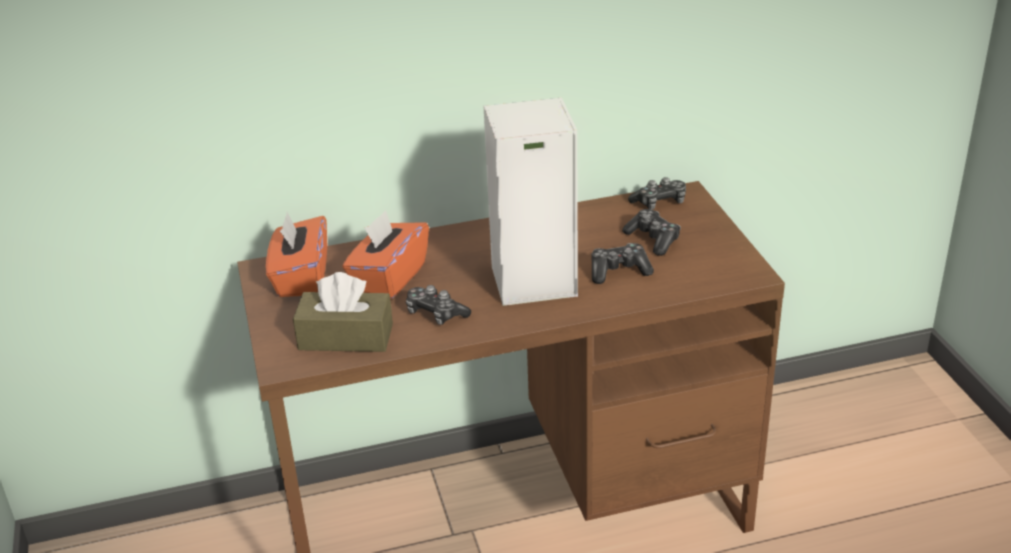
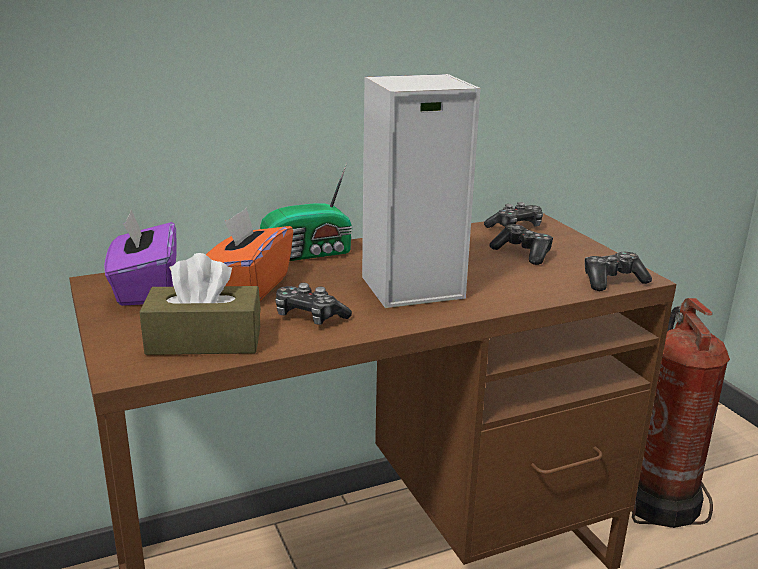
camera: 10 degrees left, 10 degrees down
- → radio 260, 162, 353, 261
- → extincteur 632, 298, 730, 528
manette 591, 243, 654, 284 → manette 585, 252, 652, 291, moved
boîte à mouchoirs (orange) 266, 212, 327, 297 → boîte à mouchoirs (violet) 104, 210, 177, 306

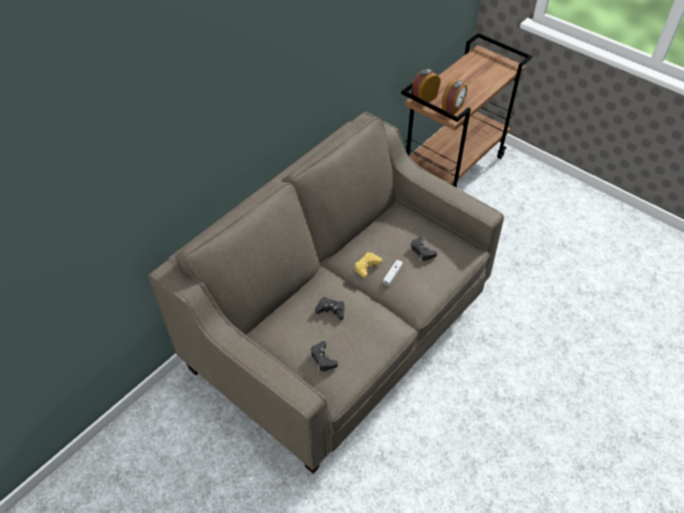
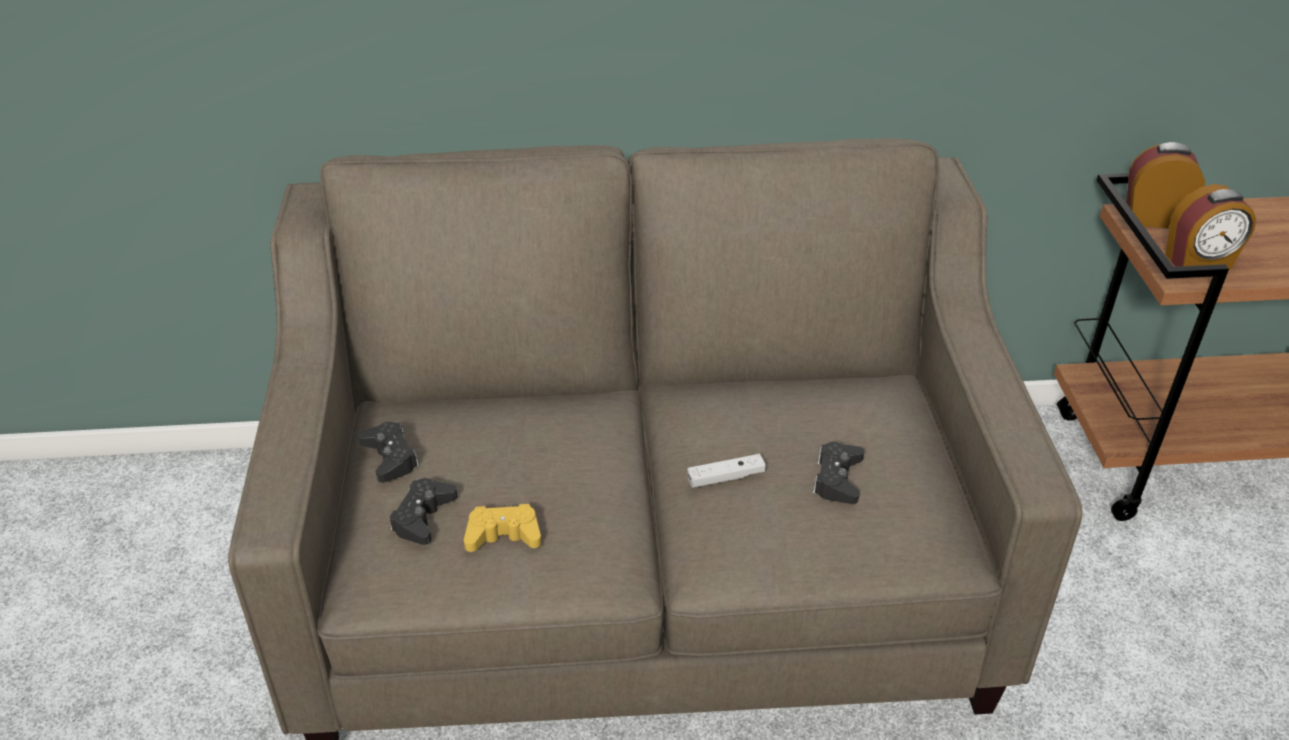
camera: 45 degrees right, 10 degrees down
manette (noir) 315, 297, 345, 320 → manette (noir) 358, 422, 419, 483, moved
manette (jaune) 354, 252, 382, 278 → manette (jaune) 464, 504, 541, 552, moved

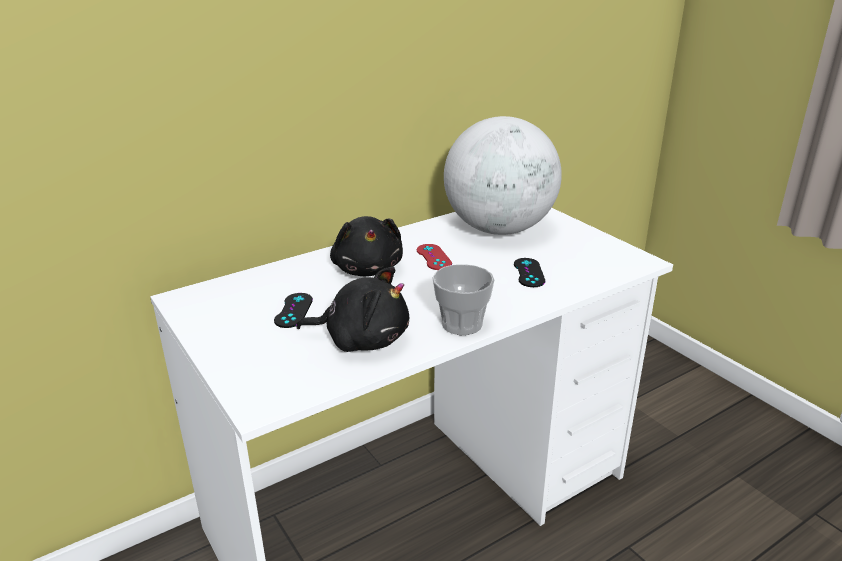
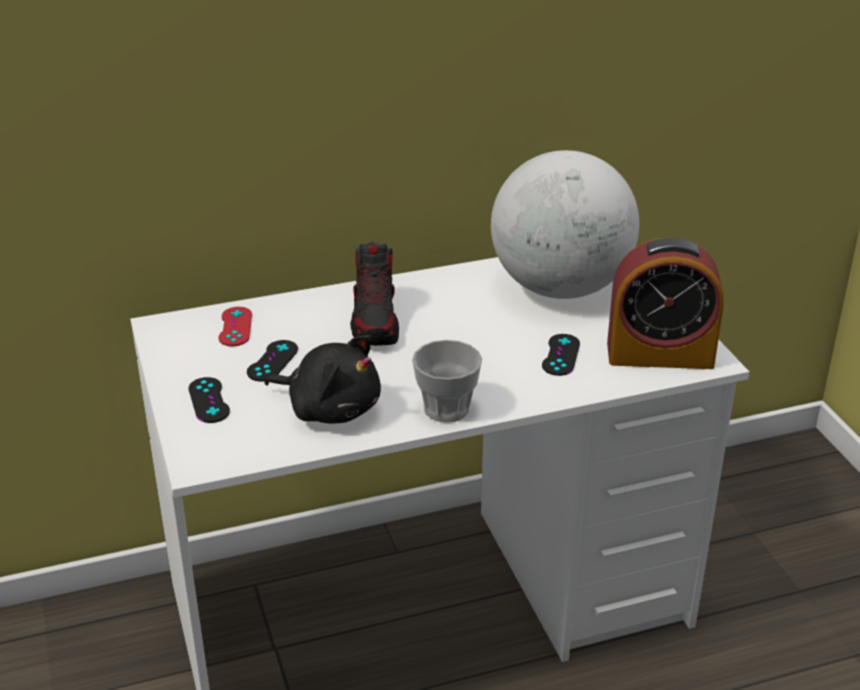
camera: 15 degrees right, 5 degrees up
- → manette (noir) 189, 377, 230, 423
- → réveil 607, 237, 724, 369
manette (rouge) 417, 244, 452, 270 → manette (rouge) 218, 307, 252, 346, moved
peluche (noir) 330, 216, 403, 277 → chaussure 350, 241, 399, 346

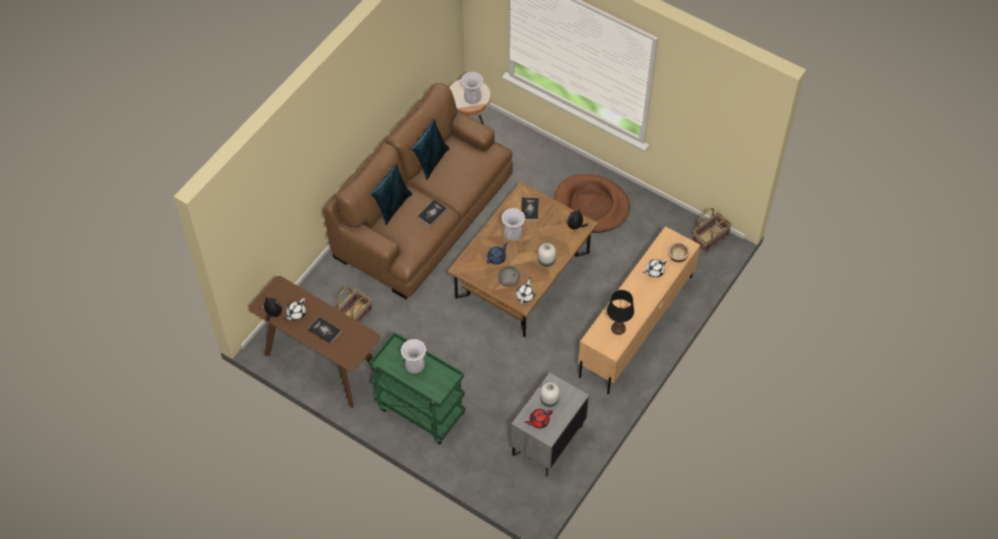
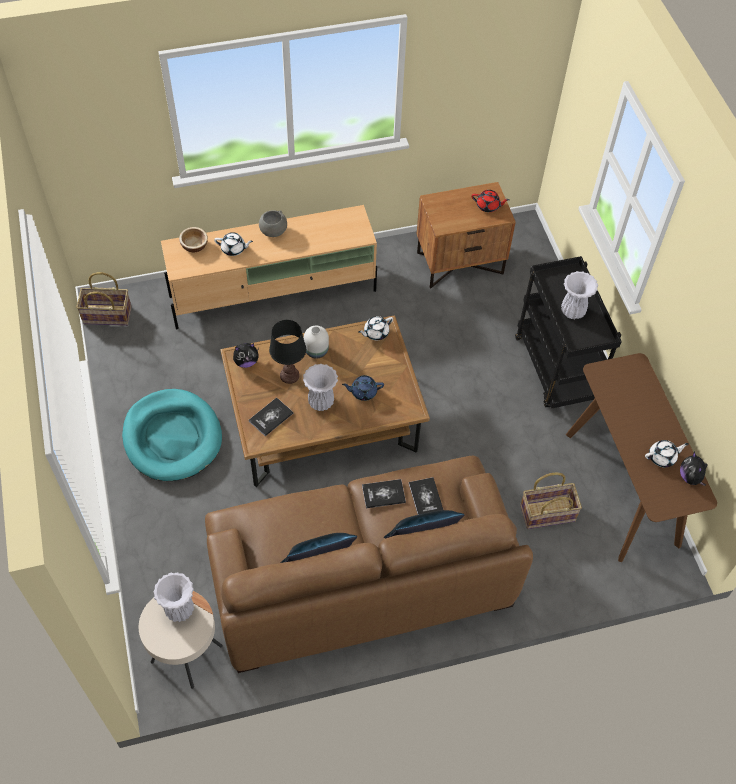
camera: 140 degrees left, 0 degrees up
vase (blanc) 540, 382, 560, 407 → -
livre 308, 317, 341, 344 → livre 409, 477, 443, 515, moved
bol (gris) 498, 266, 520, 287 → bol (gris) 259, 210, 287, 237, moved
lampe de table (noir) 607, 290, 634, 335 → lampe de table (noir) 269, 320, 306, 384, moved
chariot (vert) 369, 332, 465, 445 → chariot (noir) 515, 256, 622, 408
table de chevet (gris) 511, 373, 589, 476 → table de chevet (marron) 417, 182, 516, 288
panier pour chien (marron) 554, 174, 630, 233 → panier pour chien (turquoise) 122, 389, 222, 481

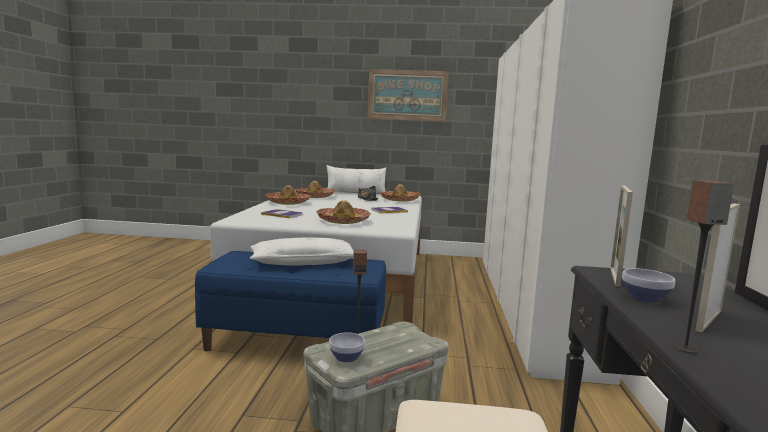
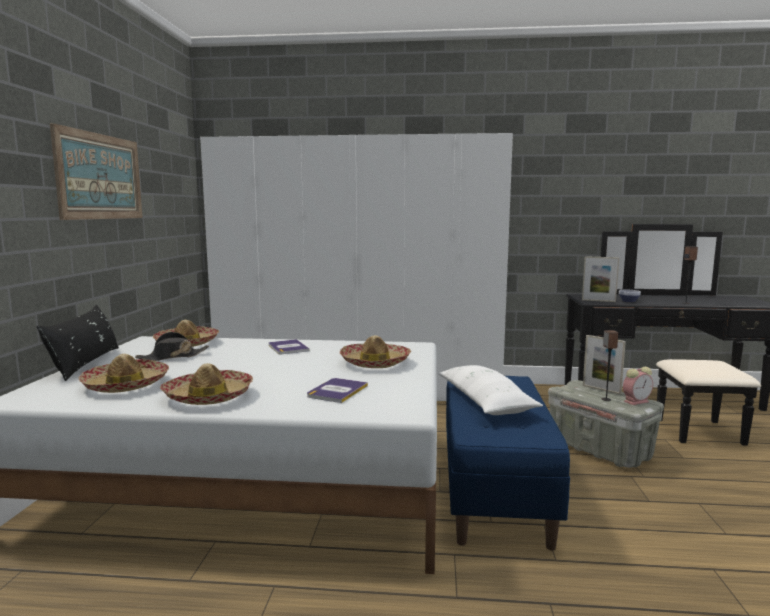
camera: 90 degrees left, 0 degrees up
cadre photo 695, 203, 740, 333 → cadre photo 583, 335, 626, 395, moved
bol 329, 333, 365, 362 → réveil 623, 367, 653, 405
coussin (blanc) 327, 165, 386, 193 → coussin (noir) 37, 305, 119, 381

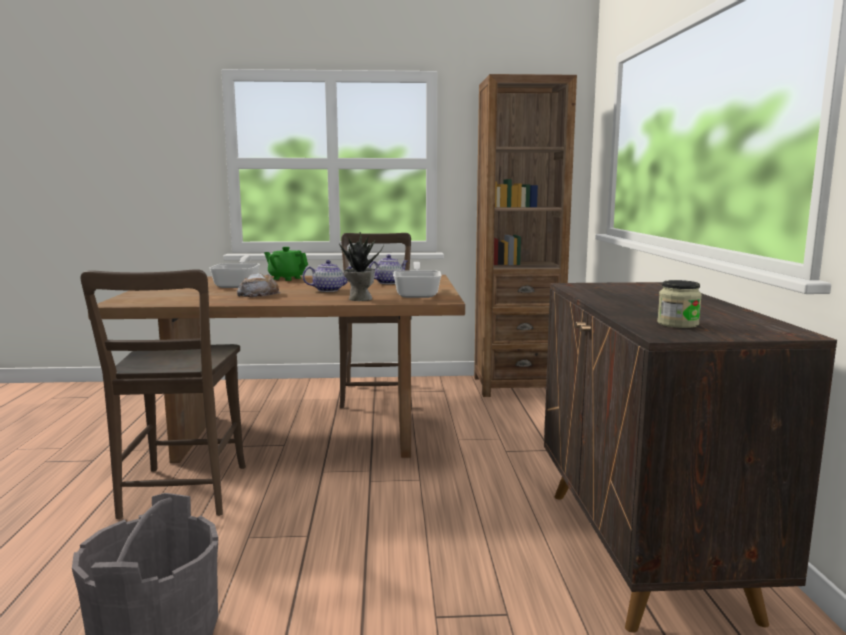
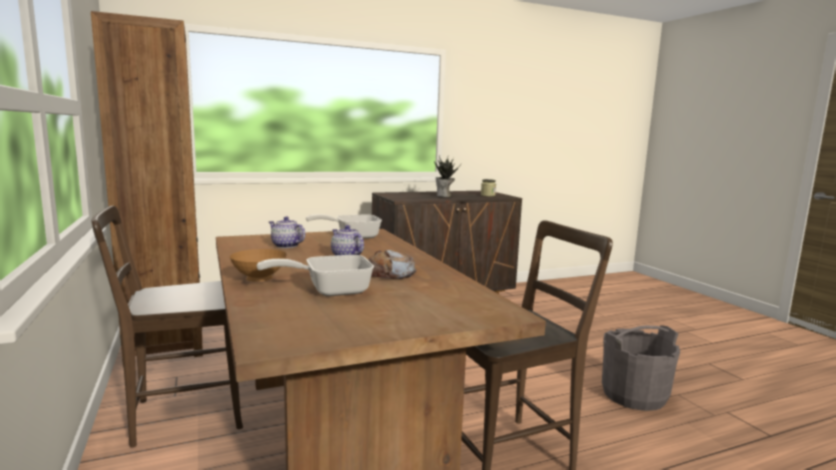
camera: 110 degrees left, 0 degrees up
plante en pot 339, 232, 384, 301 → plante en pot 434, 156, 460, 197, moved
théière (vert) 264, 247, 308, 281 → bol (marron) 230, 249, 287, 282

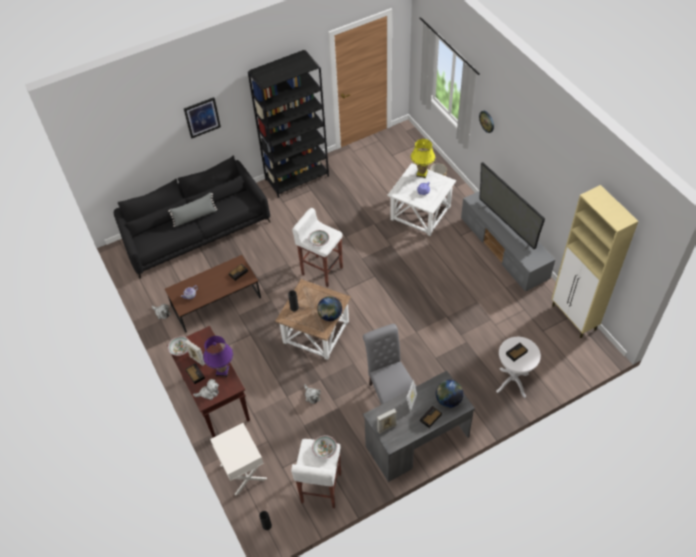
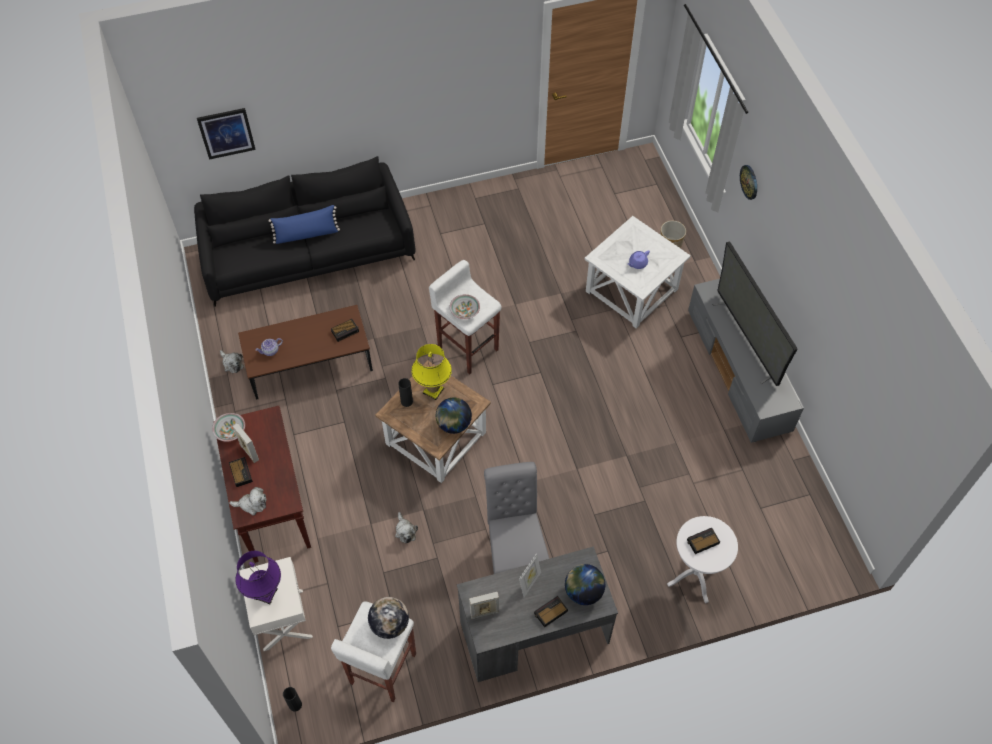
camera: 10 degrees right, 5 degrees up
bibliothèque (noir) 248, 50, 329, 198 → -
meuble de rangement (beige) 552, 185, 639, 338 → -
tableau 184, 97, 221, 139 → tableau 197, 108, 256, 160, moved
lampe de table (violet) 203, 336, 233, 377 → lampe de table (violet) 235, 551, 281, 604, moved
lampe de table (jaune) 411, 139, 435, 178 → lampe de table (jaune) 411, 344, 452, 400, moved
bol 312, 435, 337, 459 → globe 368, 597, 409, 639
coussin (gris) 168, 193, 217, 227 → coussin (bleu) 269, 205, 340, 244

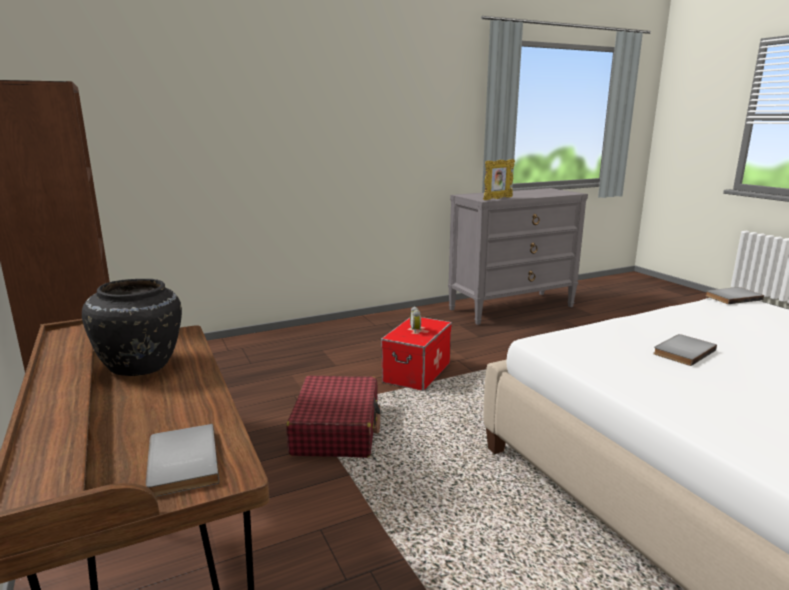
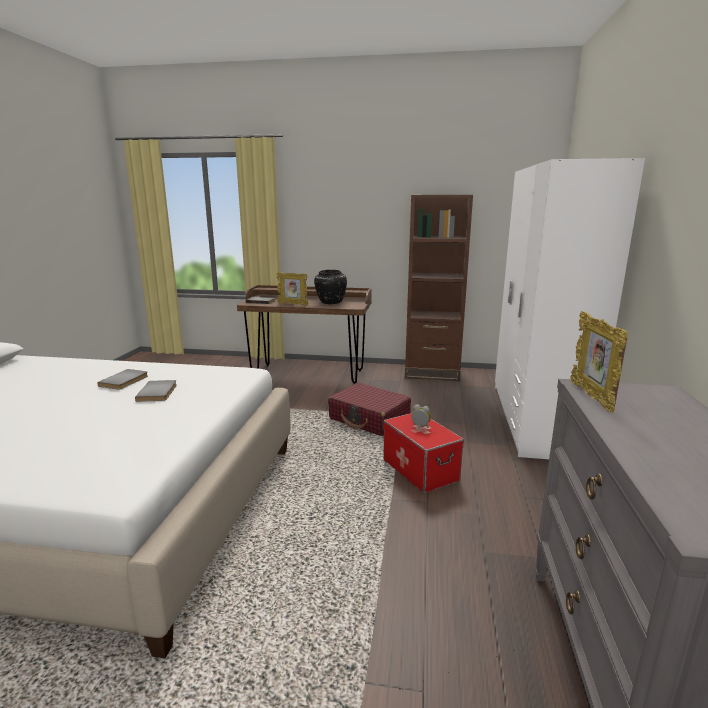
camera: 125 degrees right, 0 degrees up
- → cadre photo 276, 272, 308, 305
- → armoire (blanc) 495, 158, 645, 459
livre (gris) 705, 287, 764, 304 → livre (gris) 97, 369, 148, 390, moved

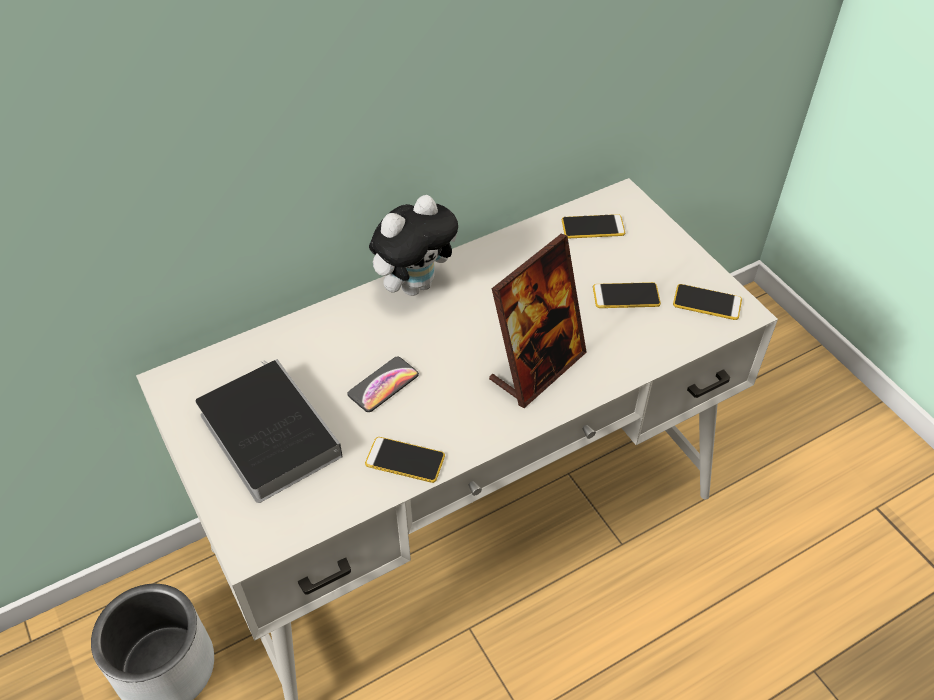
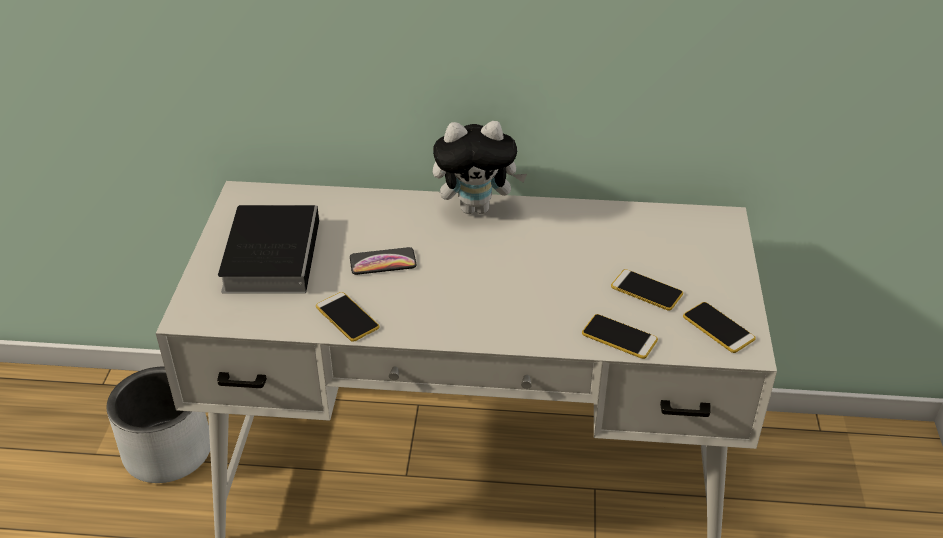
camera: 35 degrees right, 10 degrees down
cadre photo 489, 234, 587, 408 → -
téléphone 562, 214, 625, 238 → téléphone 582, 314, 658, 359, moved

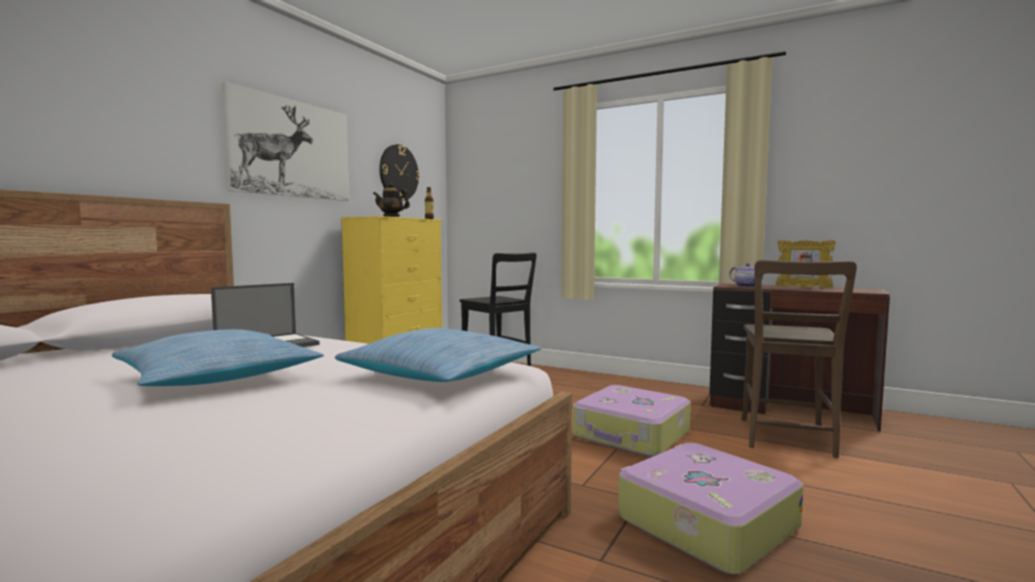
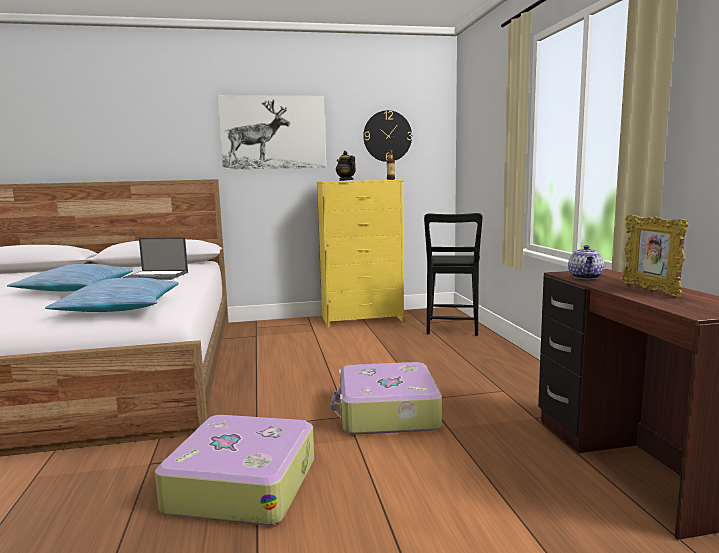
camera: 50 degrees right, 5 degrees up
chaise (marron) 741, 260, 857, 458 → -

